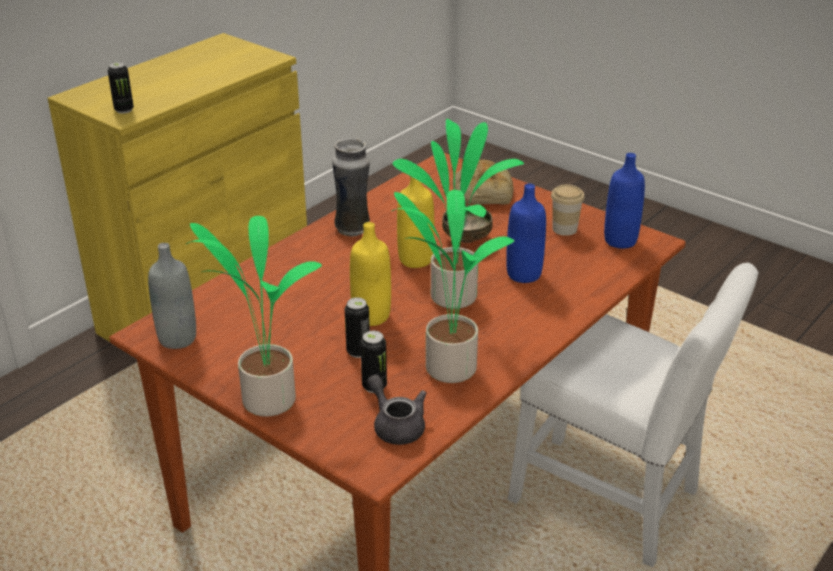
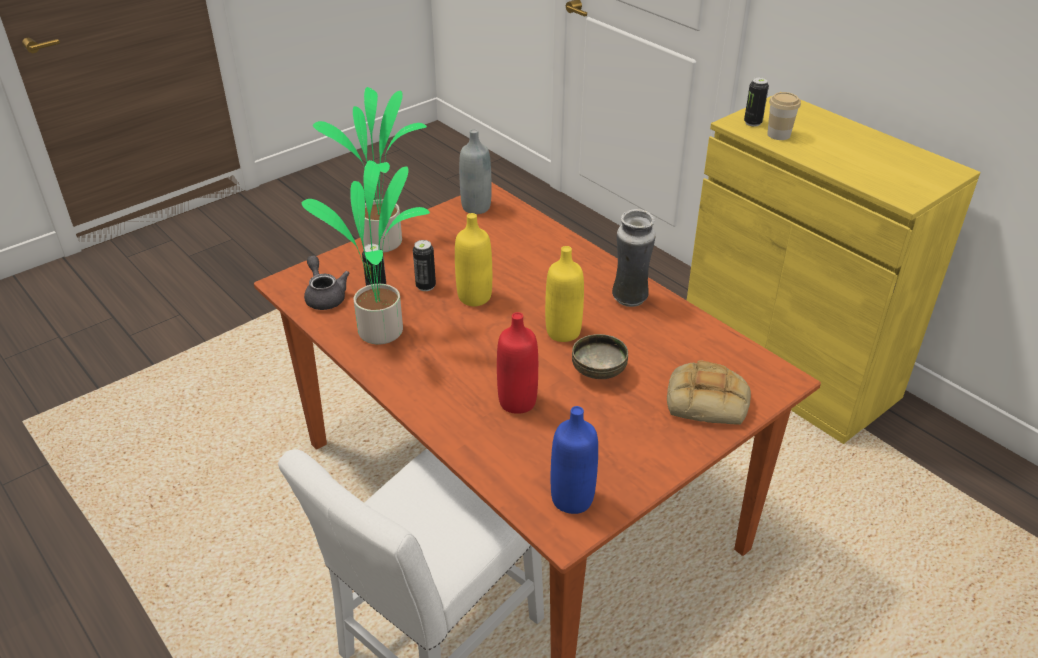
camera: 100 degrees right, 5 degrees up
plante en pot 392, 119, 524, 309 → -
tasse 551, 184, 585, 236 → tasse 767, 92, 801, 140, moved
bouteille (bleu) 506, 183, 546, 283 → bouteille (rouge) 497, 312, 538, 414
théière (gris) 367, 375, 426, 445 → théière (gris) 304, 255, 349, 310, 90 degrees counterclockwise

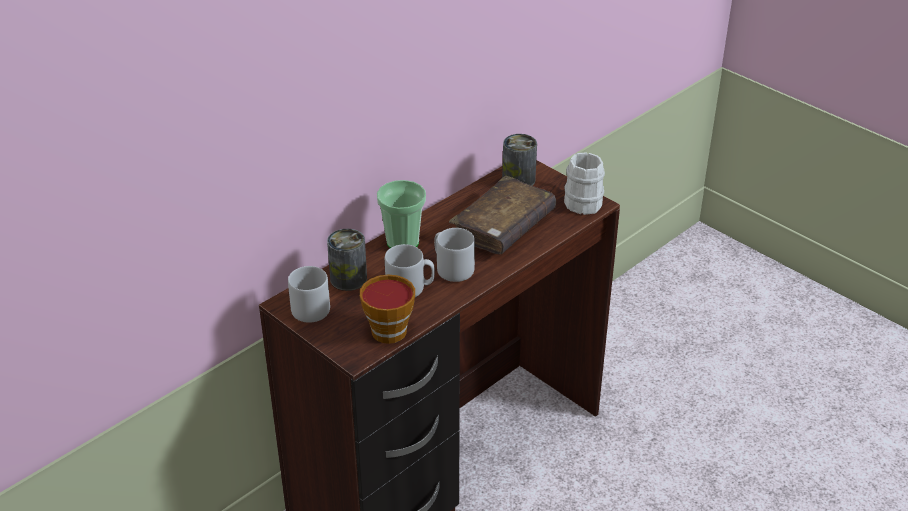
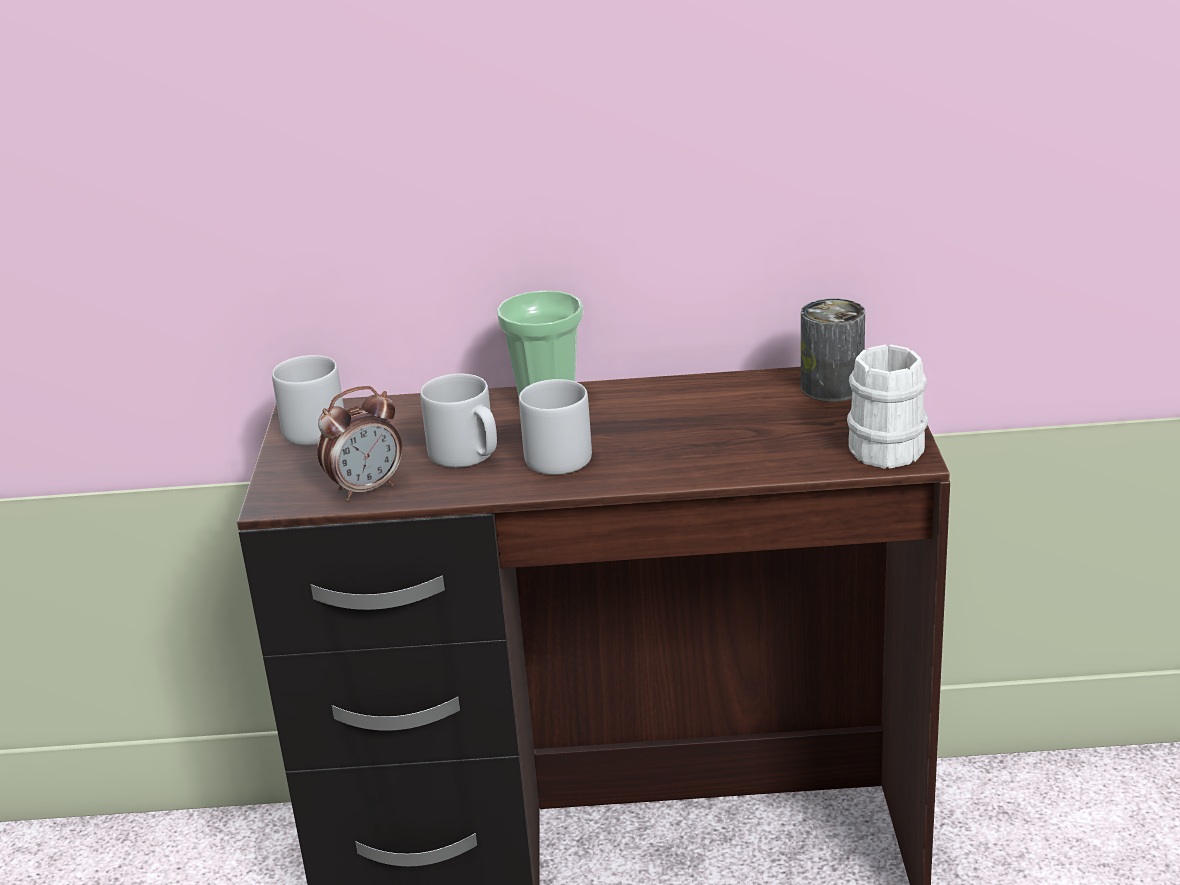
camera: 45 degrees right, 10 degrees down
boîte métallique 327, 229, 367, 291 → -
livre (marron) 449, 176, 556, 254 → -
tasse 360, 275, 415, 344 → réveil 317, 386, 402, 501

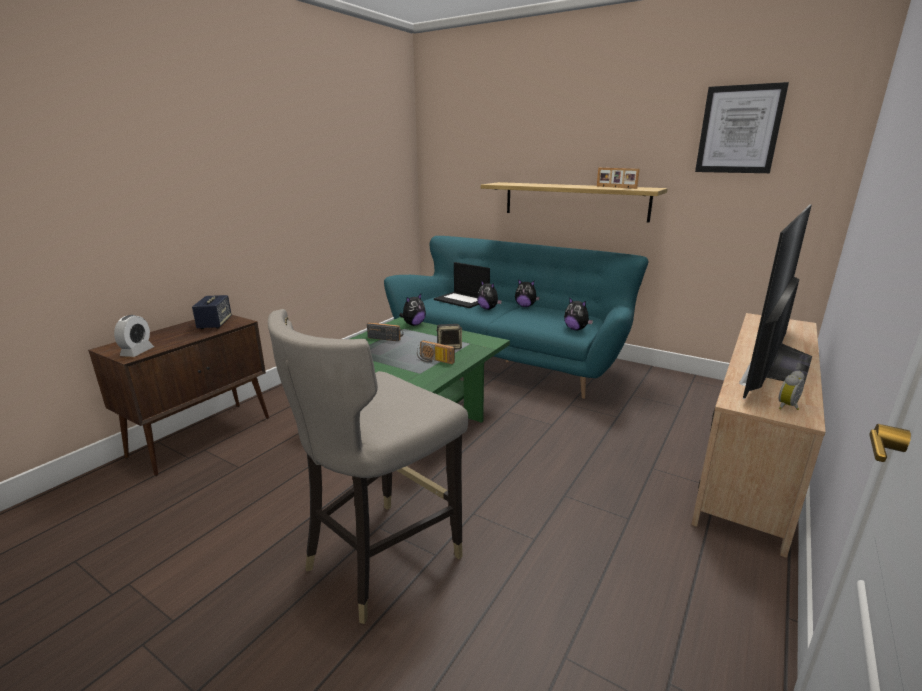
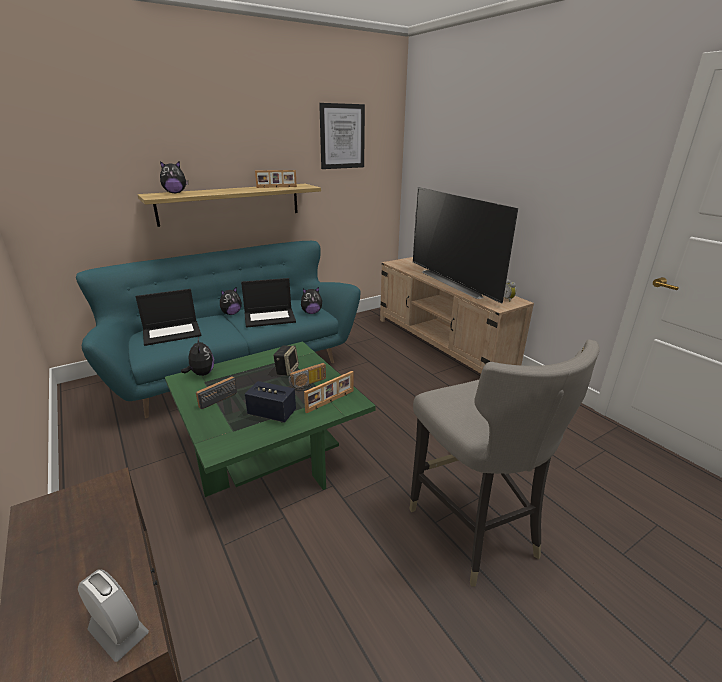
camera: 65 degrees left, 5 degrees up
- → ordinateur portable 241, 278, 296, 328
- → cadre photo 304, 371, 354, 413
enceinte 192, 295, 232, 329 → enceinte 245, 381, 296, 423, moved
peluche 477, 280, 502, 310 → peluche 160, 161, 188, 193, moved

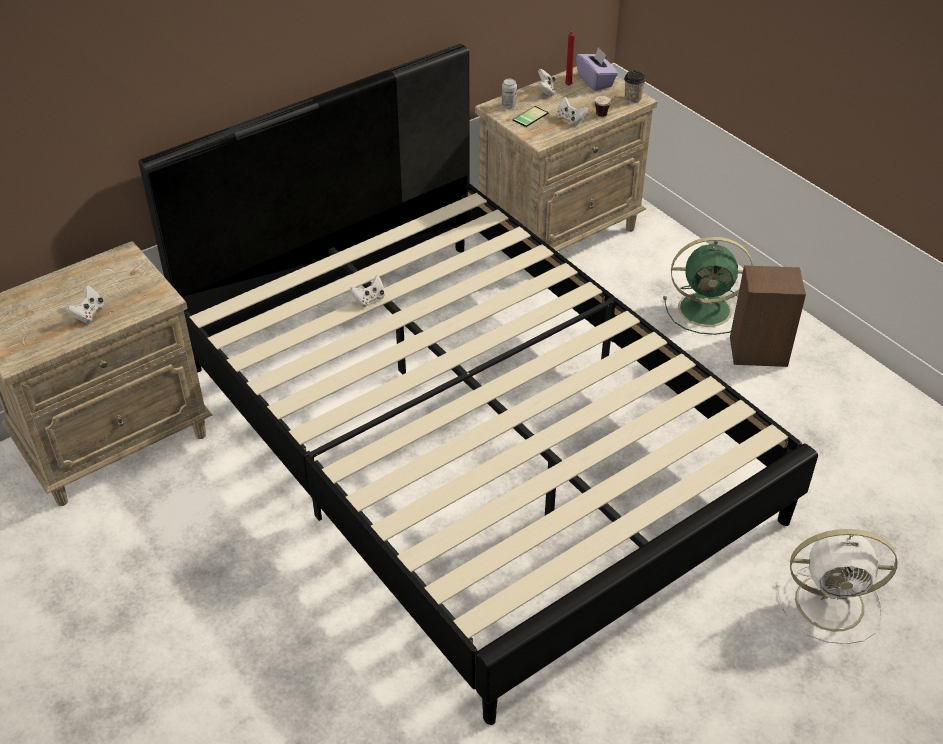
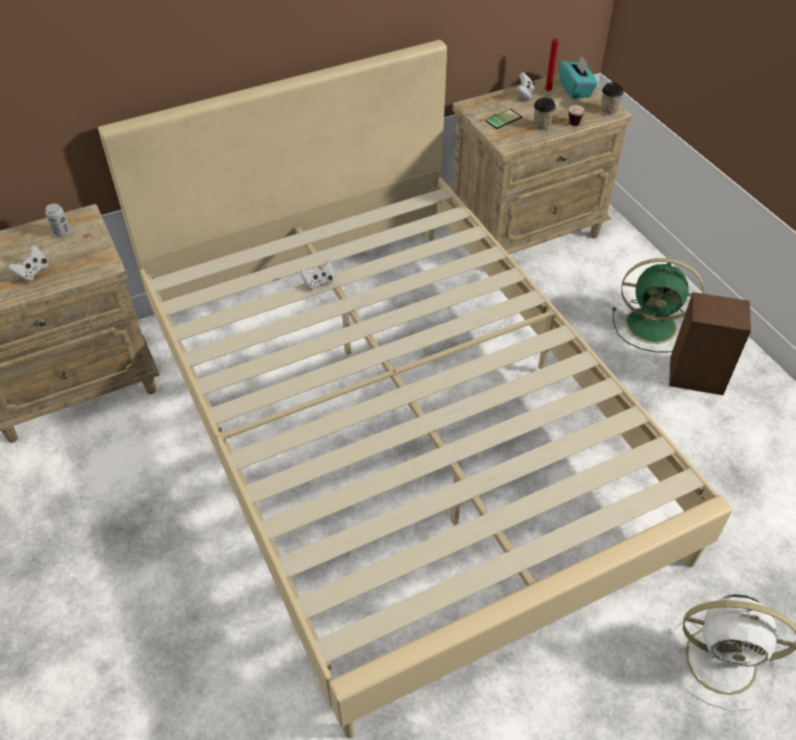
camera: 10 degrees right, 5 degrees up
boîte métallique 502, 79, 517, 109 → boîte métallique 45, 203, 70, 236, moved
manette (blanc) 556, 97, 588, 125 → tasse 534, 97, 556, 131
lit (noir) 138, 44, 818, 725 → lit (beige) 98, 40, 732, 738
boîte à mouchoirs (violet) 576, 47, 618, 91 → boîte à mouchoirs (turquoise) 559, 56, 598, 99

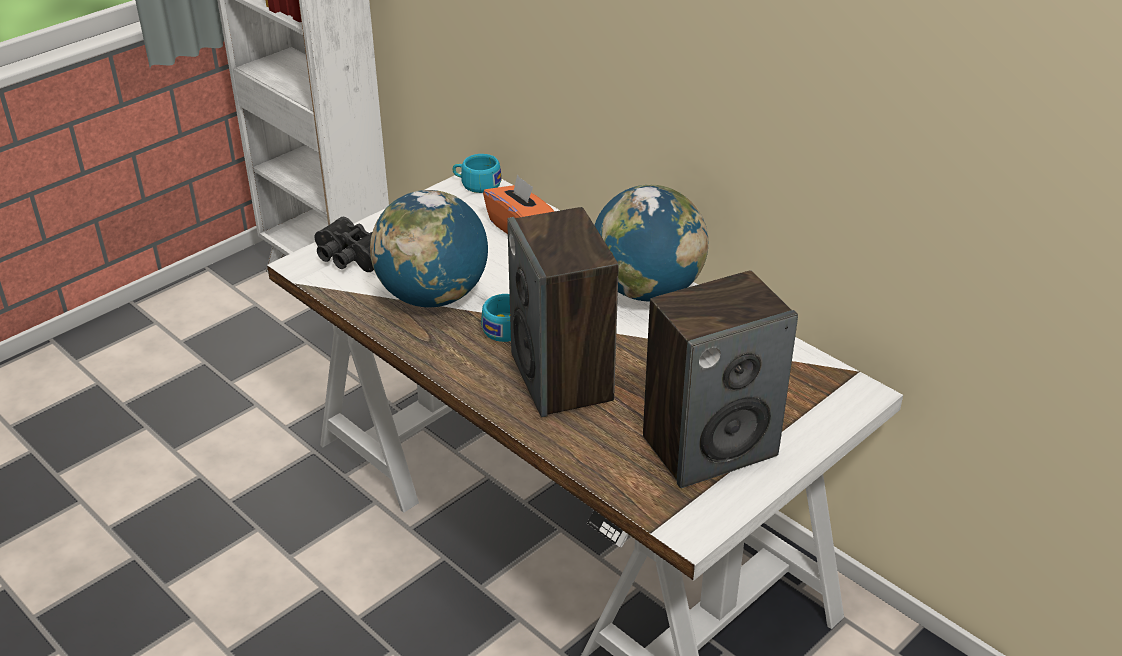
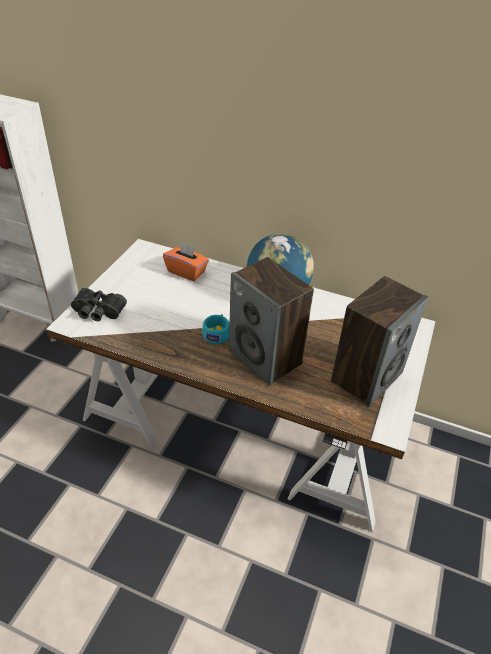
camera: 25 degrees left, 5 degrees up
globe 370, 190, 488, 307 → -
tasse (turquoise) 453, 154, 502, 193 → -

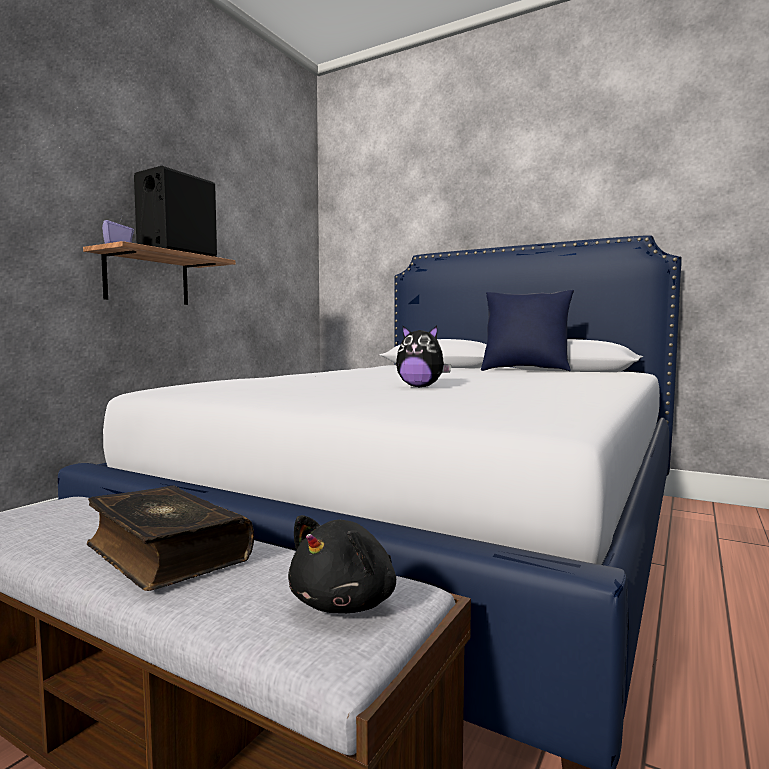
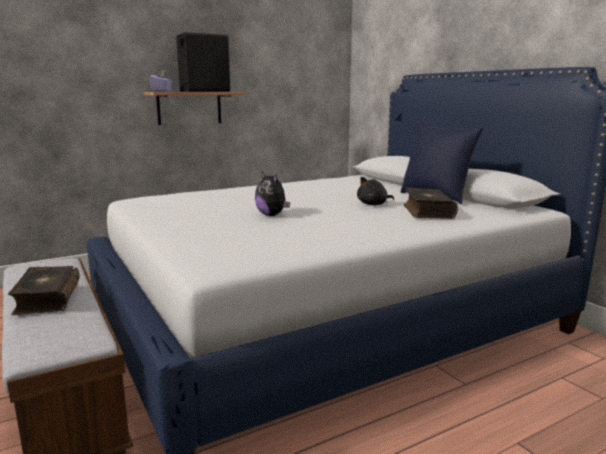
camera: 30 degrees right, 10 degrees up
- → livre 404, 187, 458, 219
peluche (noir) 288, 515, 396, 613 → peluche (noir) 357, 177, 394, 205, moved

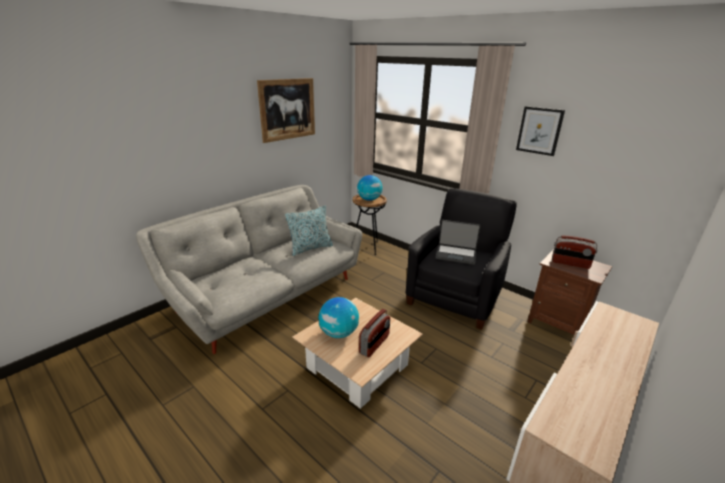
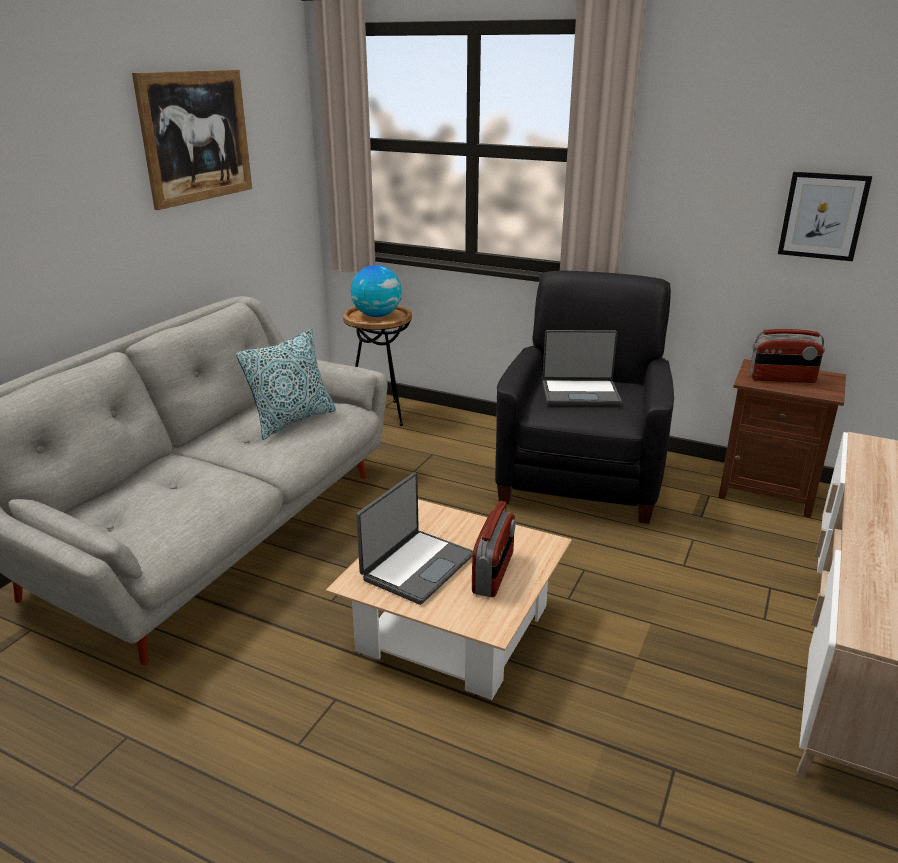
camera: 15 degrees left, 0 degrees up
tableau 516, 106, 565, 156 → tableau 778, 172, 872, 261, moved
globe 318, 297, 359, 338 → ordinateur portable 356, 473, 473, 605

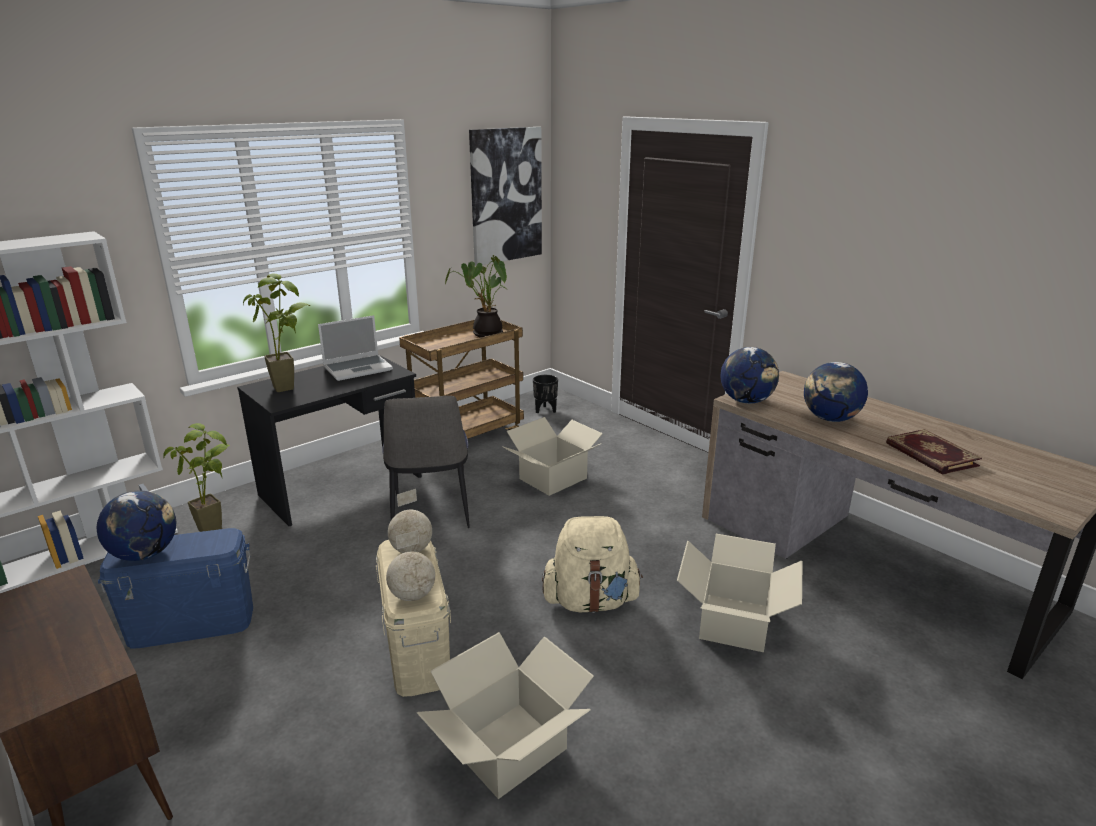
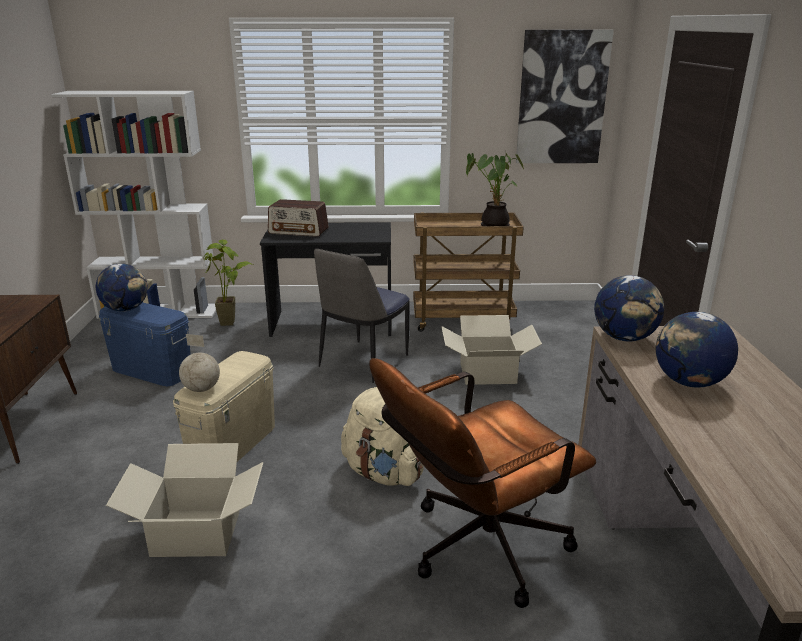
camera: 40 degrees right, 0 degrees up
ordinateur portable 318, 315, 393, 381 → -
globe 388, 489, 432, 553 → -
cache-pot (noir) 533, 375, 558, 413 → -
livre 886, 429, 982, 474 → -
plante en pot 243, 273, 310, 392 → radio 268, 199, 329, 237
carton 677, 534, 803, 652 → chaise de bureau (marron) 369, 358, 596, 608

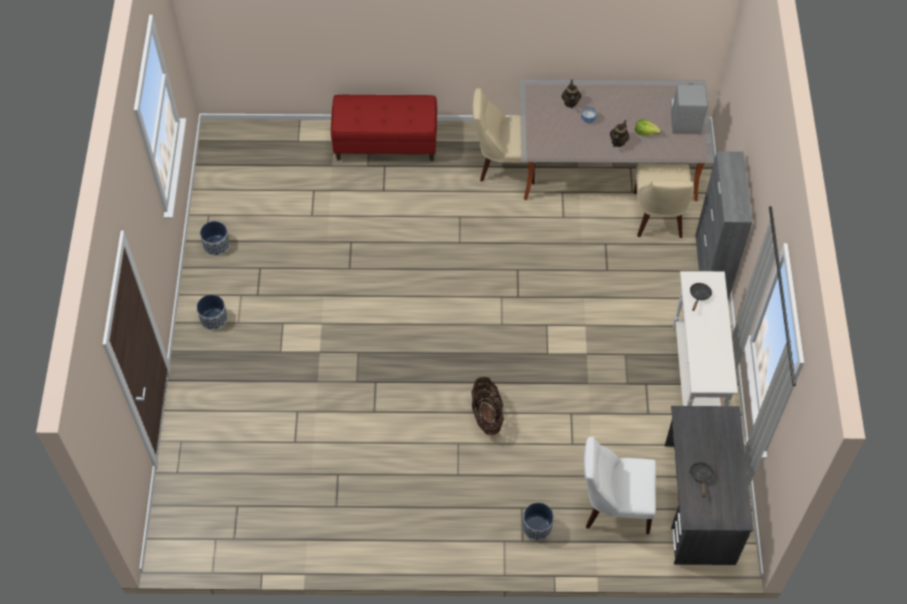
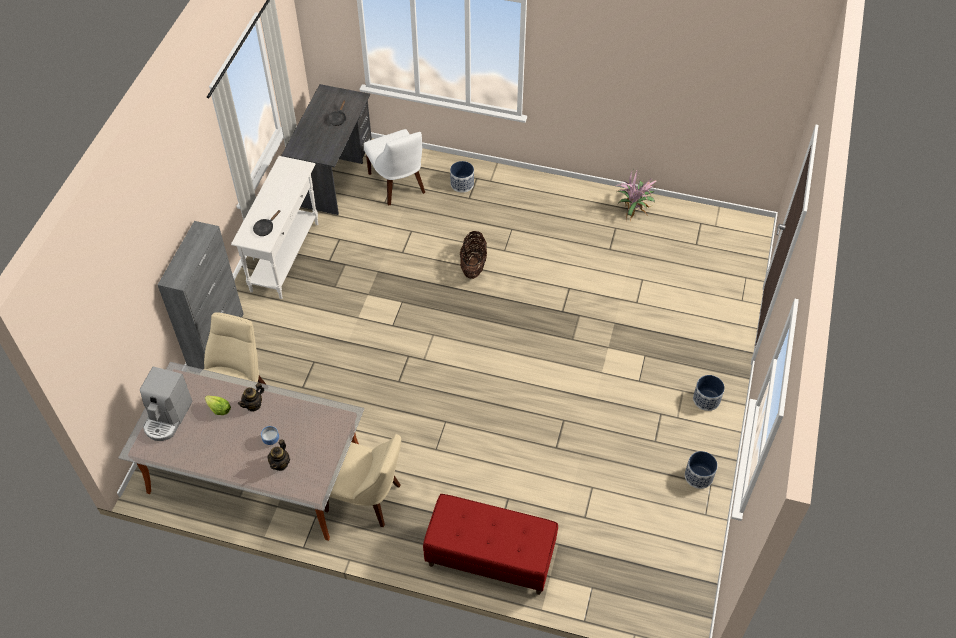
camera: 165 degrees left, 5 degrees down
- → plante en pot 615, 169, 657, 223
chaise (blanc) 584, 436, 656, 534 → chaise (blanc) 364, 129, 425, 206, 45 degrees clockwise

